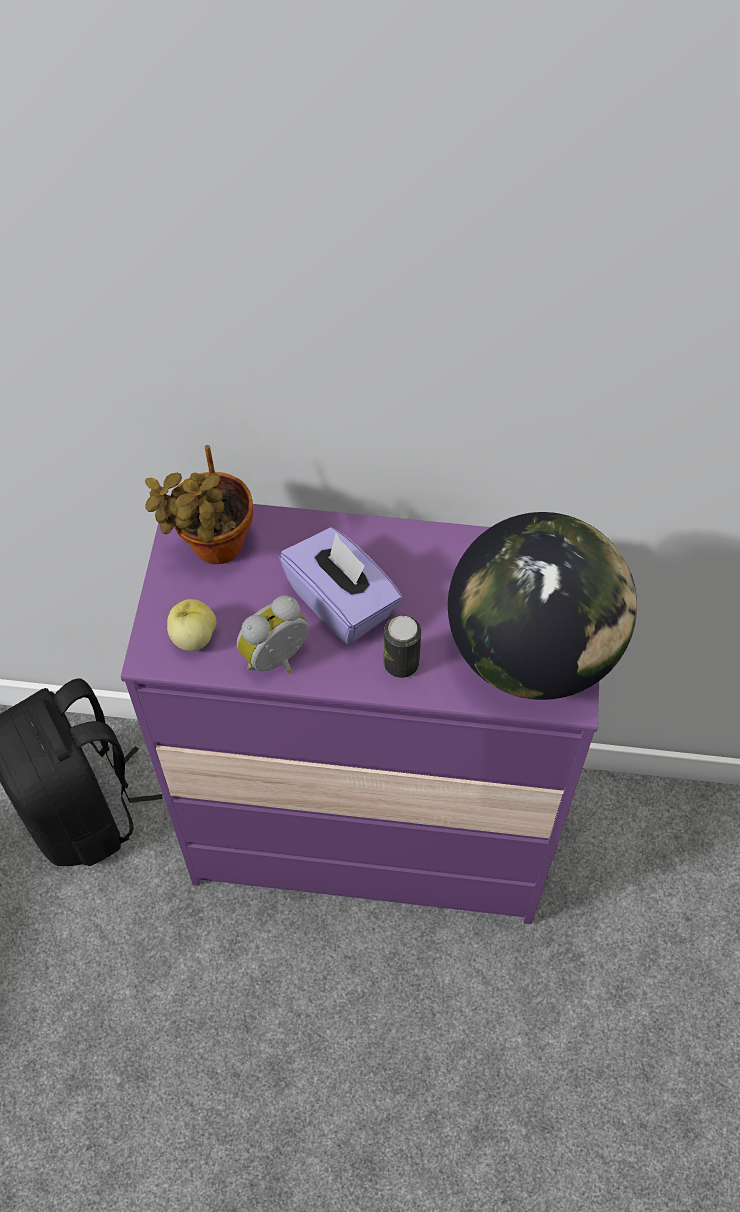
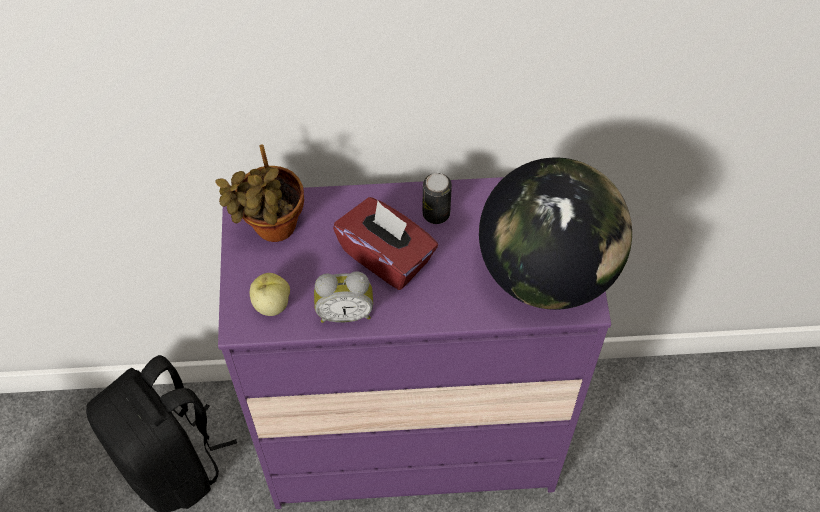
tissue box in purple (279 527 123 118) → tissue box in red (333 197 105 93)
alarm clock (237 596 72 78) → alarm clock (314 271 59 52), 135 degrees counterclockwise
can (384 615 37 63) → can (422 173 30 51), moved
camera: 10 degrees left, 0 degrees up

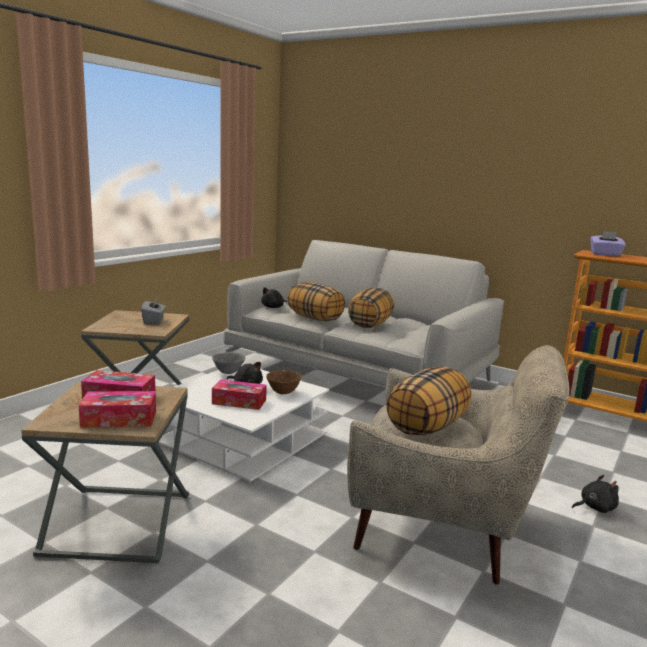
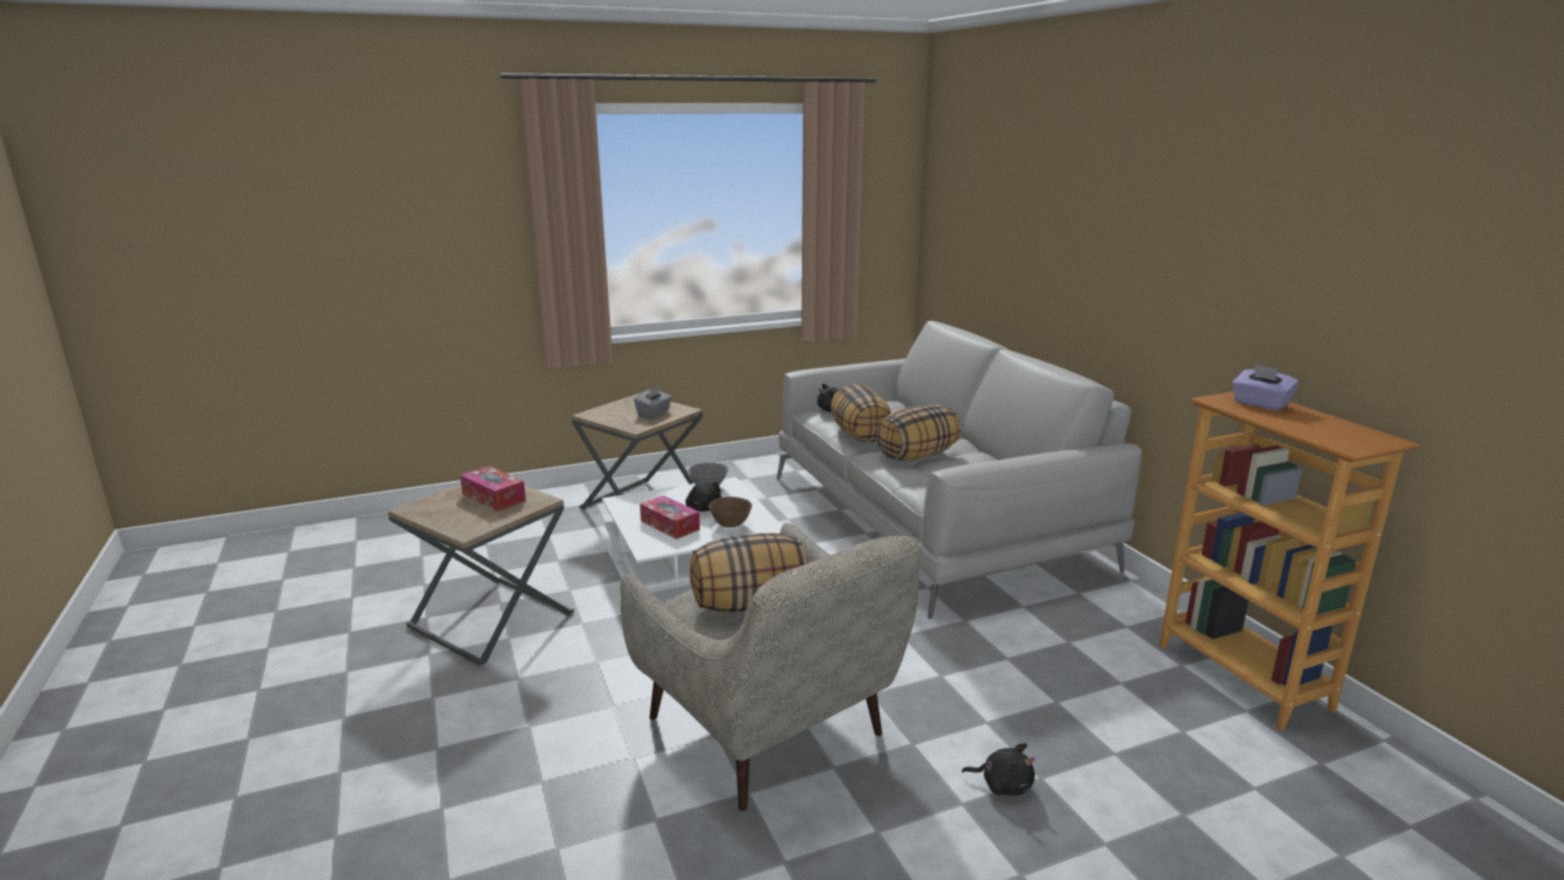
tissue box (78 391 78 37) → -
camera: 35 degrees right, 5 degrees up

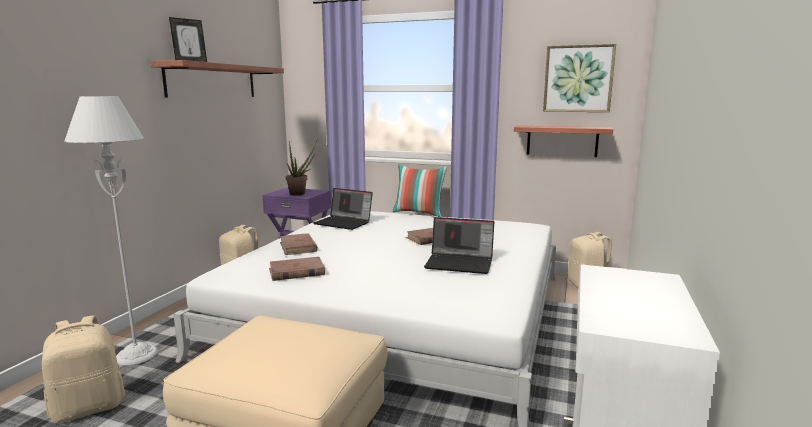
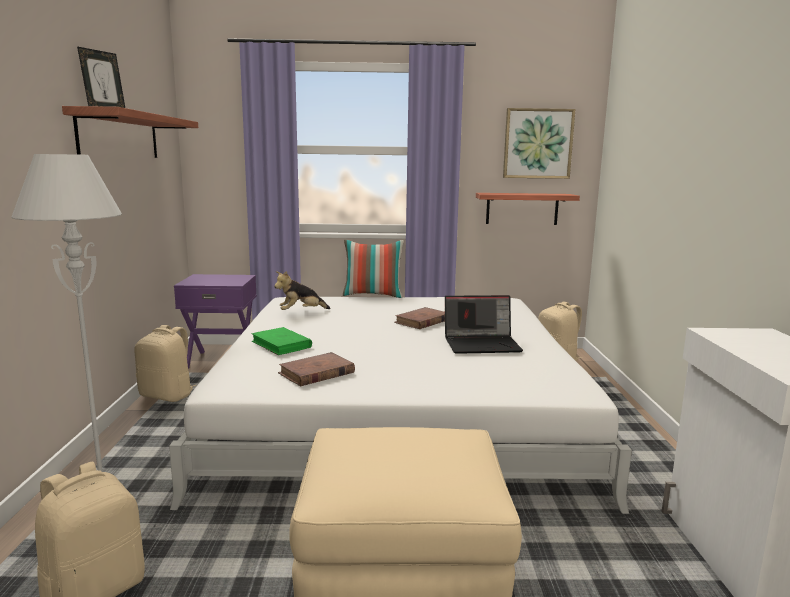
potted plant (286 137 32 59) → -
laptop (313 188 60 42) → plush toy (274 271 57 39)
book in brown (280 233 38 22) → book in green (251 327 61 28)
camera: 20 degrees left, 0 degrees up

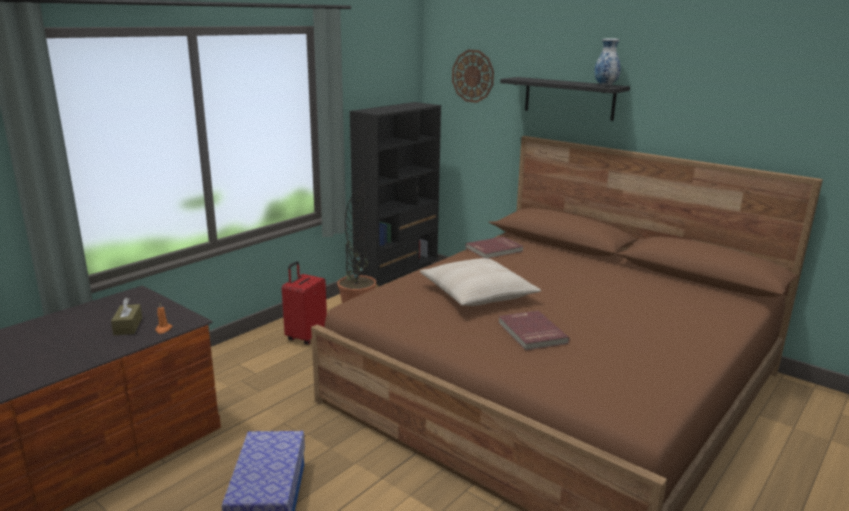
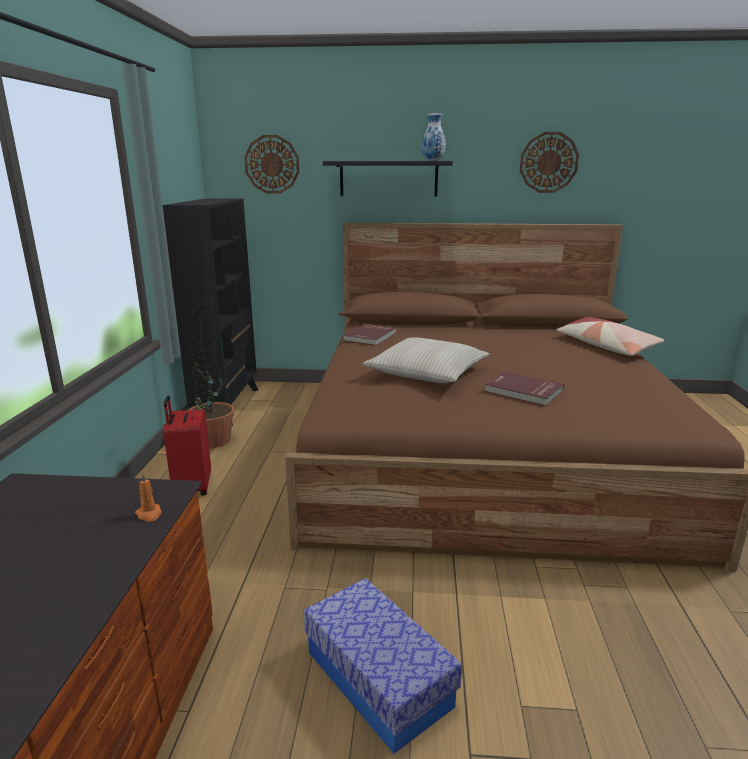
tissue box in brown (111 298 31 37) → -
- → wall clock (520 132 59 61)
- → pillow (557 317 107 39)
camera: 35 degrees left, 0 degrees up

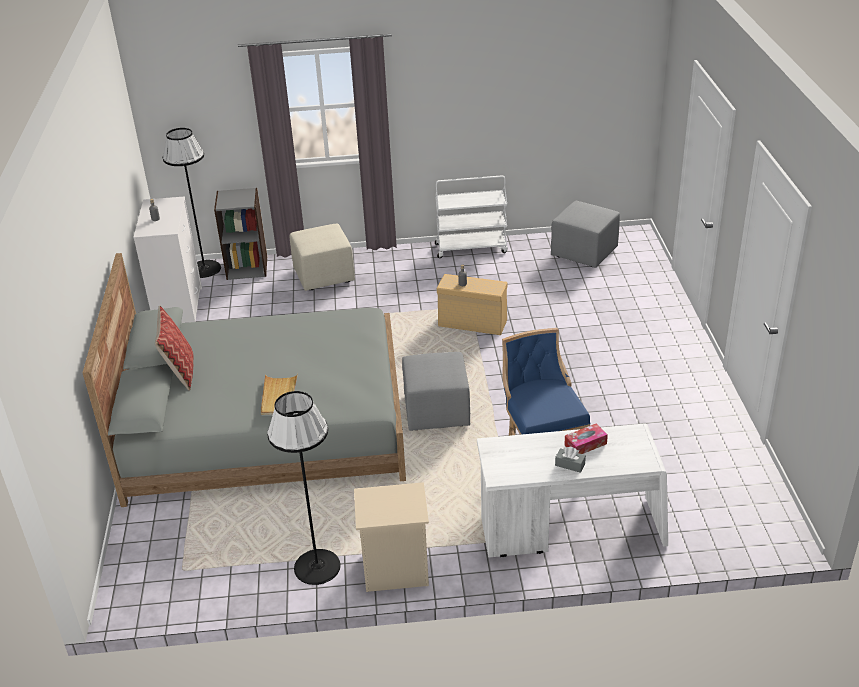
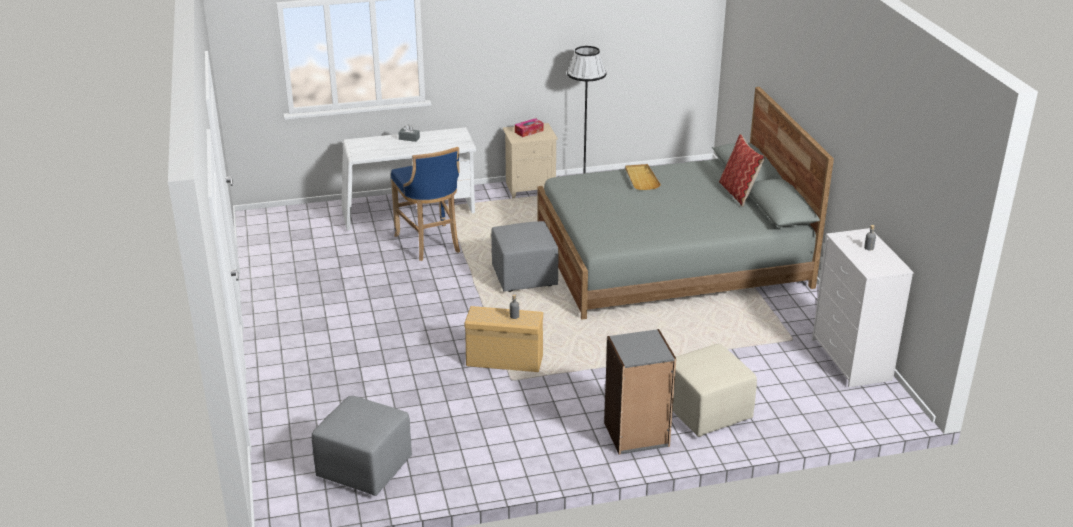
floor lamp in black (163 128 58 150) → -
cart in white (435 175 73 83) → -
bookcase in grey (214 188 53 92) → bookcase in grey (604 329 72 126), moved
tissue box (564 423 44 31) → tissue box (515 118 29 19), moved
camera: 170 degrees right, 5 degrees down

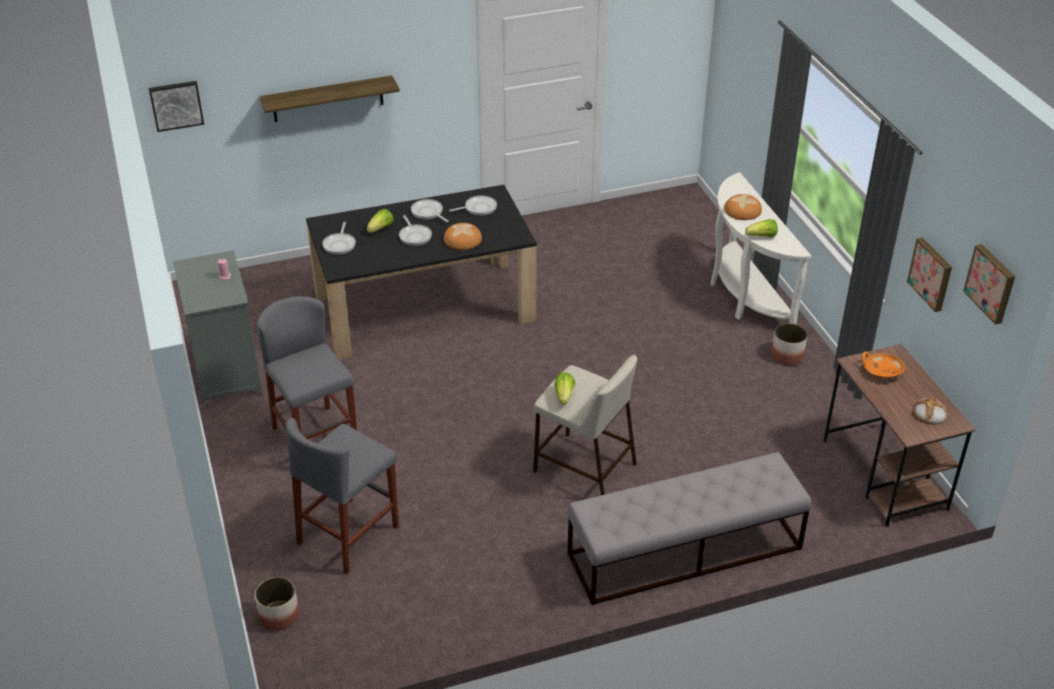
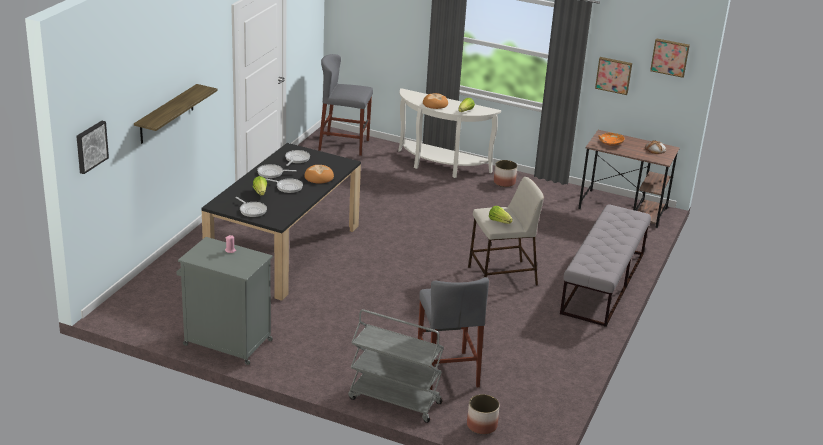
stool in grey (257 296 100 143) → stool in grey (318 54 55 102), moved
- → cart in grey (348 309 96 114)
camera: 50 degrees left, 10 degrees down

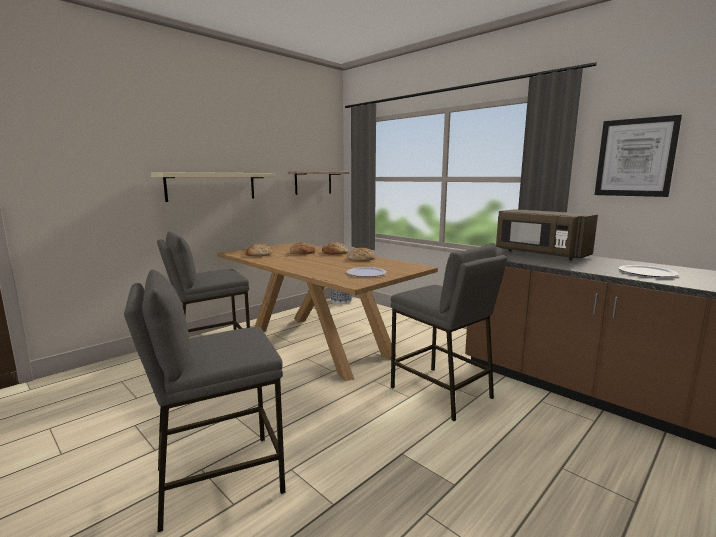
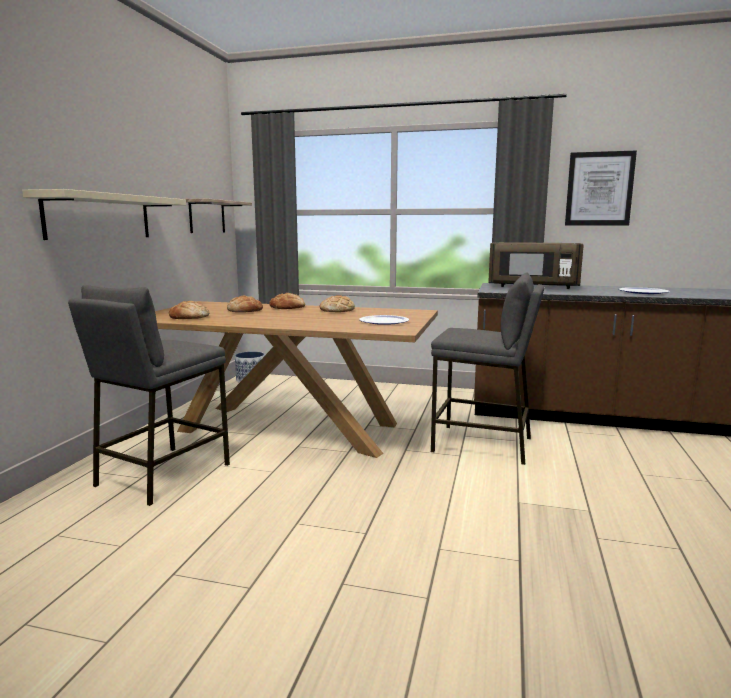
stool in grey (124 270 162 263) → -
camera: 30 degrees left, 0 degrees up

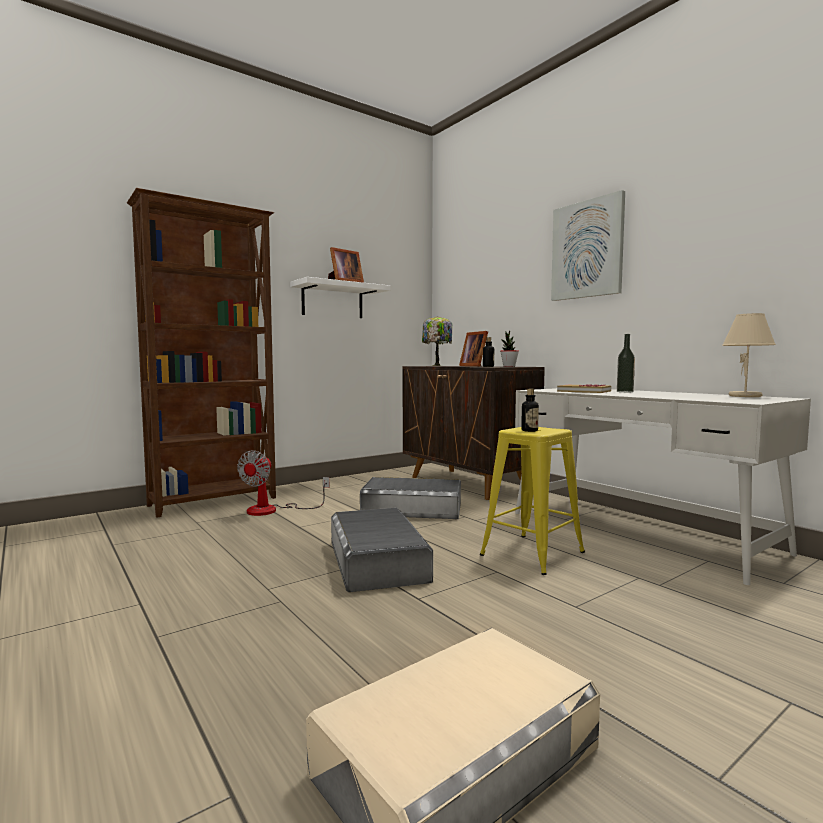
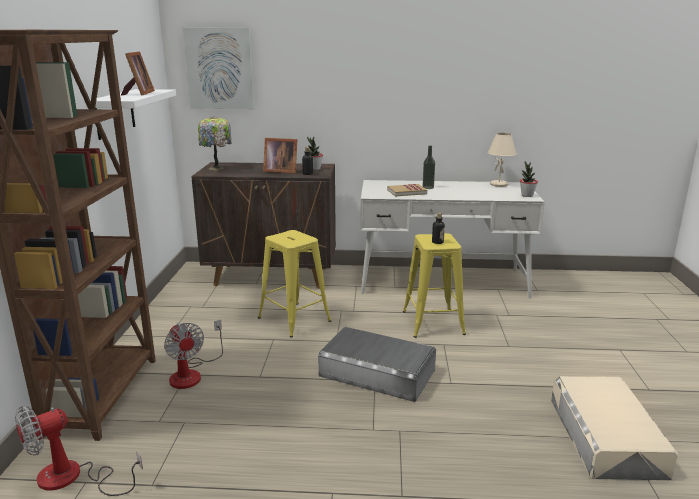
picture (551 190 74 111) → picture (183 27 71 82), moved
storage box in grey (360 477 101 42) → stool in yellow (258 230 73 108)
- → potted plant (520 161 18 36)
- → fan (15 406 128 90)
camera: 50 degrees left, 15 degrees up

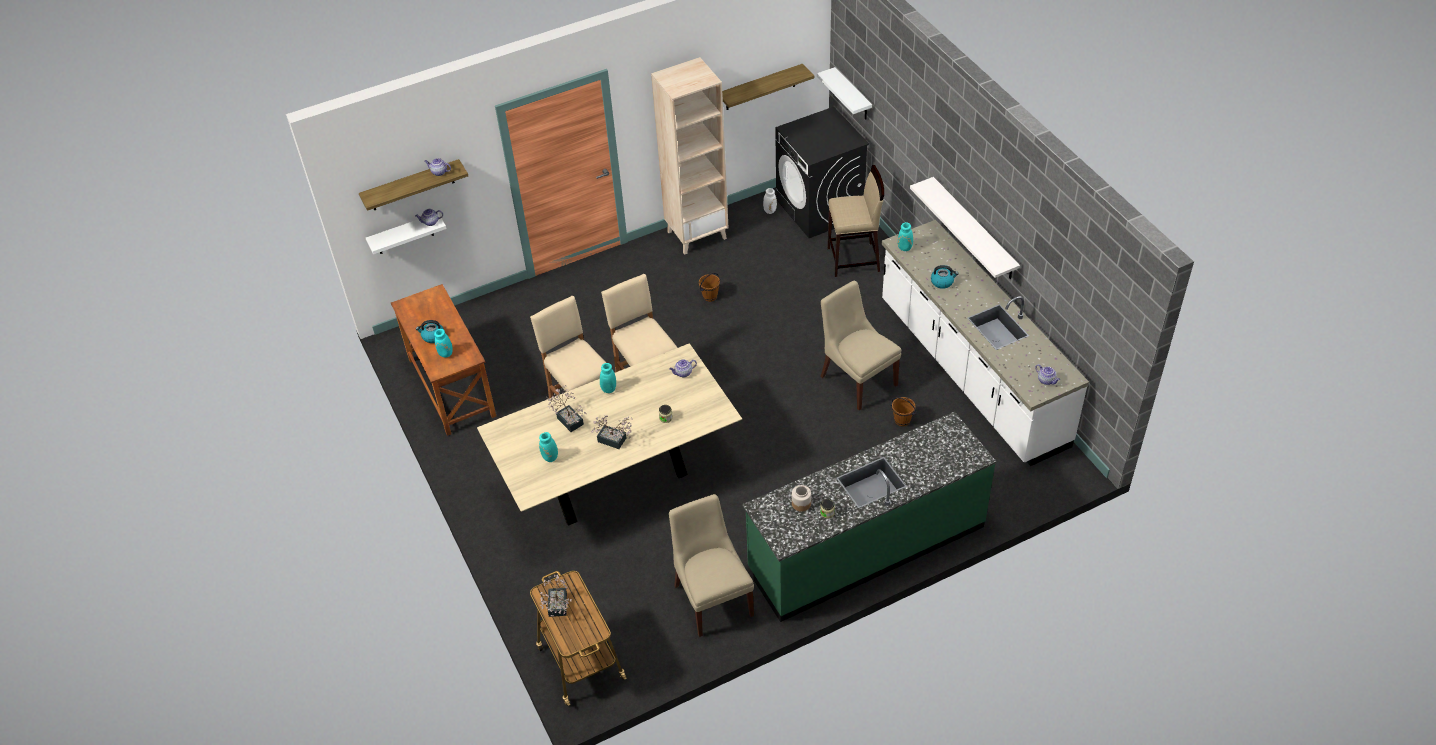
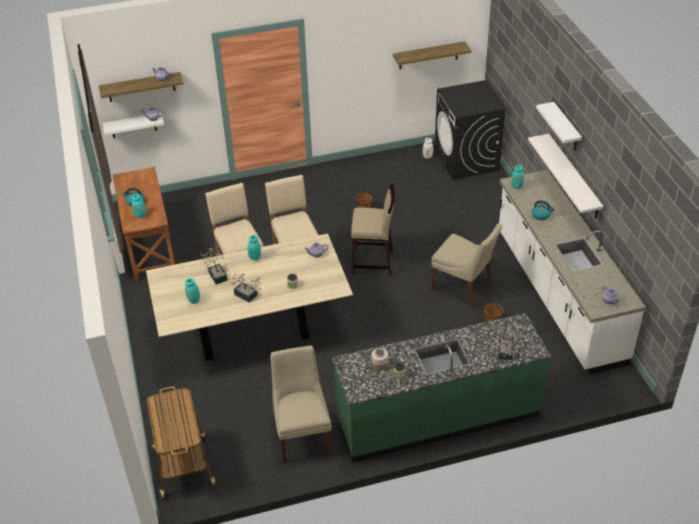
bookcase in beige (651 57 77 198) → -
shelf in white (817 67 55 52) → shelf in white (536 102 46 48), moved
stool in beige (827 165 57 112) → stool in beige (351 184 44 92), moved
chair in beige (820 281 81 130) → chair in beige (431 223 71 84), 150 degrees clockwise
potted plant (540 575 32 42) → potted plant (495 326 26 34), moved
camera: 10 degrees right, 5 degrees down

